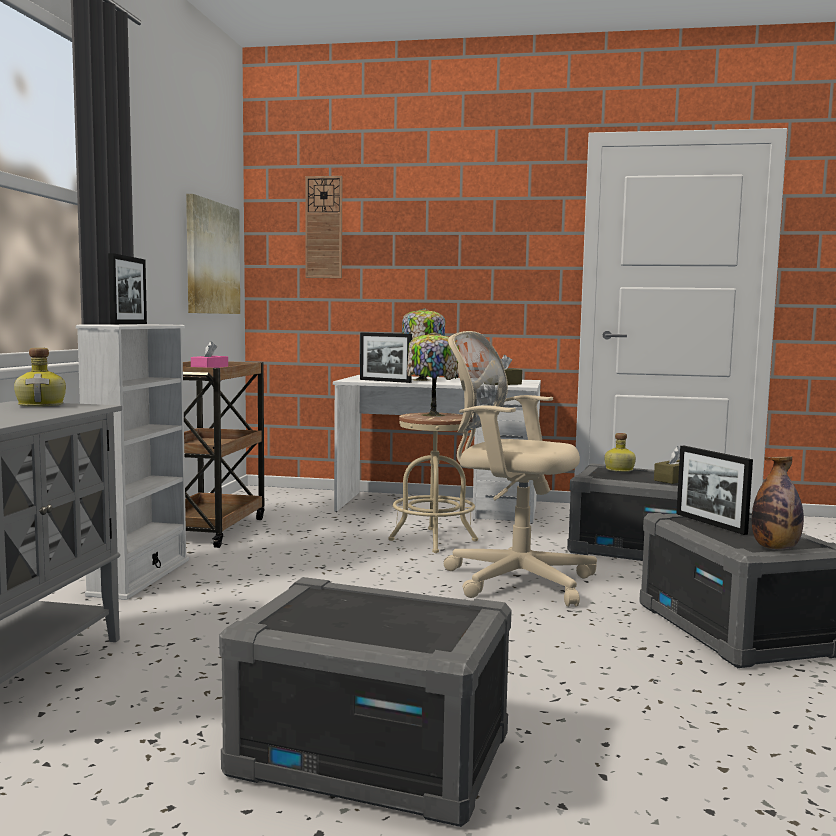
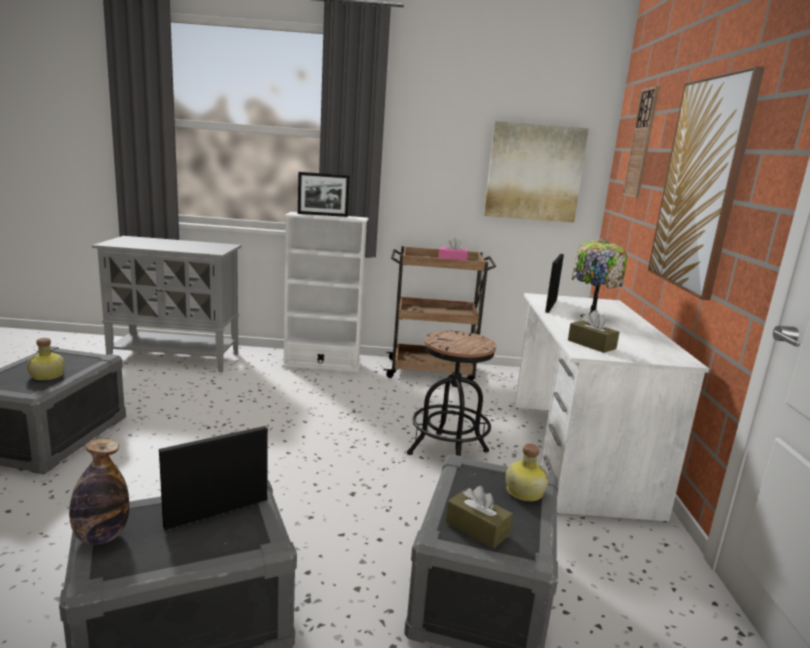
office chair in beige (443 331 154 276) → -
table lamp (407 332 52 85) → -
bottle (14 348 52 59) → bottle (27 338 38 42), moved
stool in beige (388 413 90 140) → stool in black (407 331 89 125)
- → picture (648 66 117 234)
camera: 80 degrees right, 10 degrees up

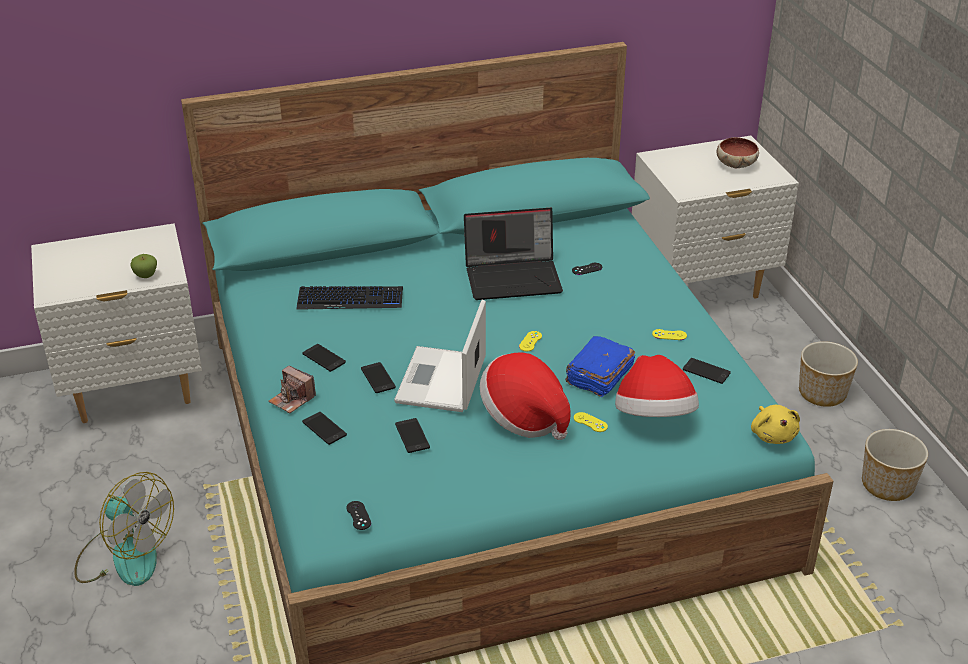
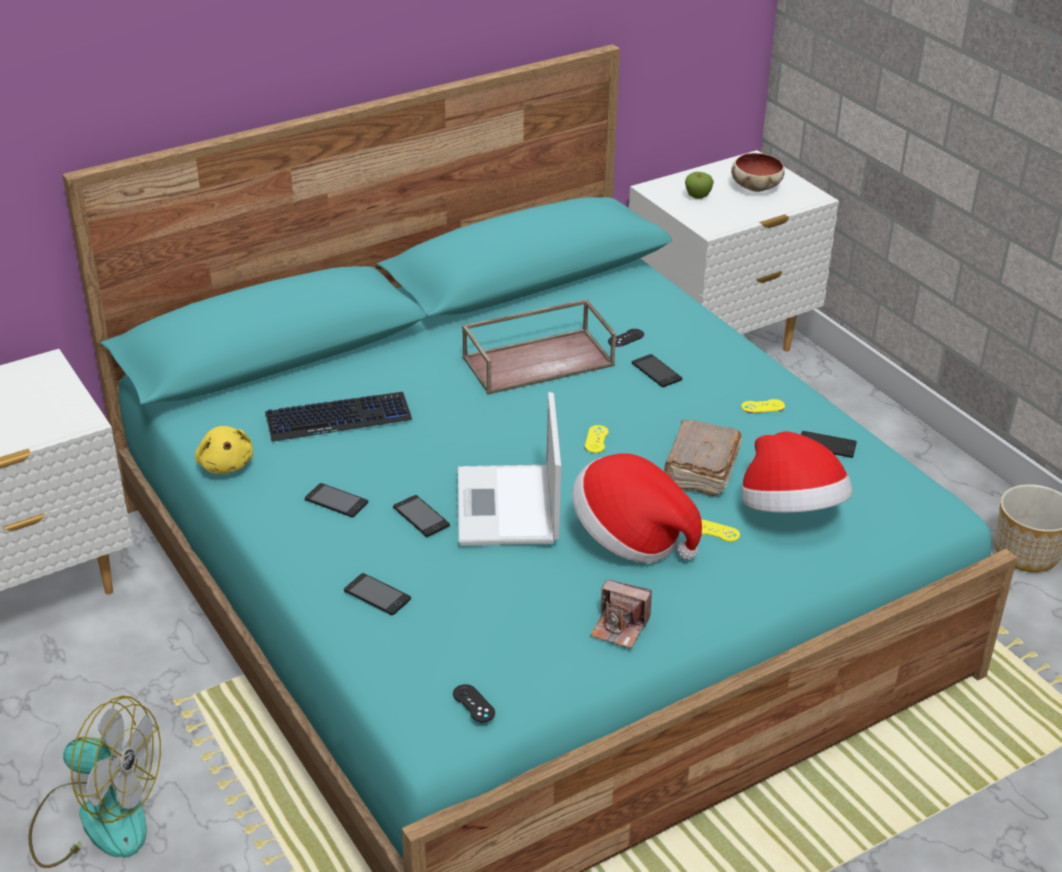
laptop (464 208 99 92) → tray in brown (462 299 154 95)
apple (130 254 27 24) → apple (685 172 29 27), moved
book in blue (565 336 70 61) → book in brown (664 420 78 77)
planter (799 341 59 66) → -
photo camera (268 366 48 47) → photo camera (590 580 62 69), moved
plush toy in yellow (751 405 49 39) → plush toy in yellow (195 426 58 48), moved
phone (395 418 35 35) → phone (632 354 50 33), moved
camera: 15 degrees left, 0 degrees up

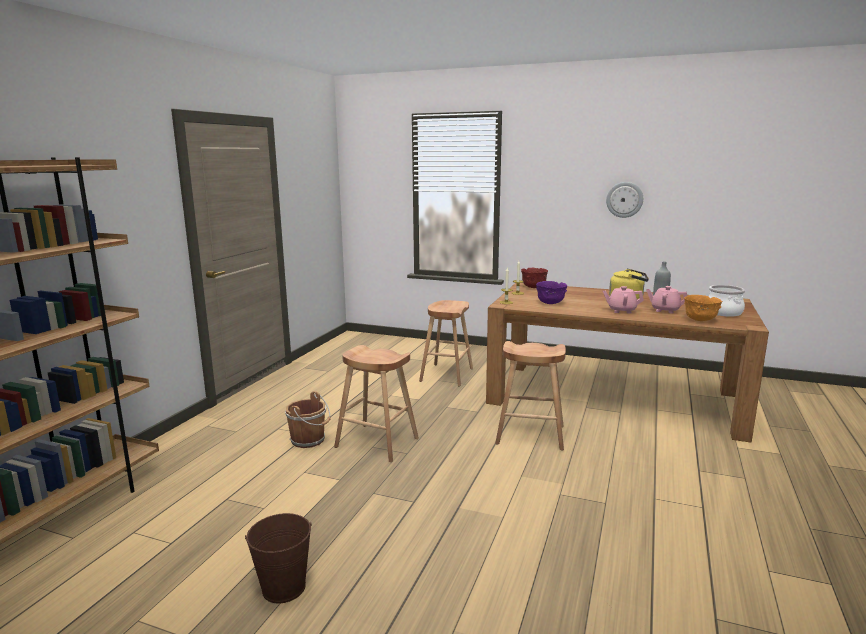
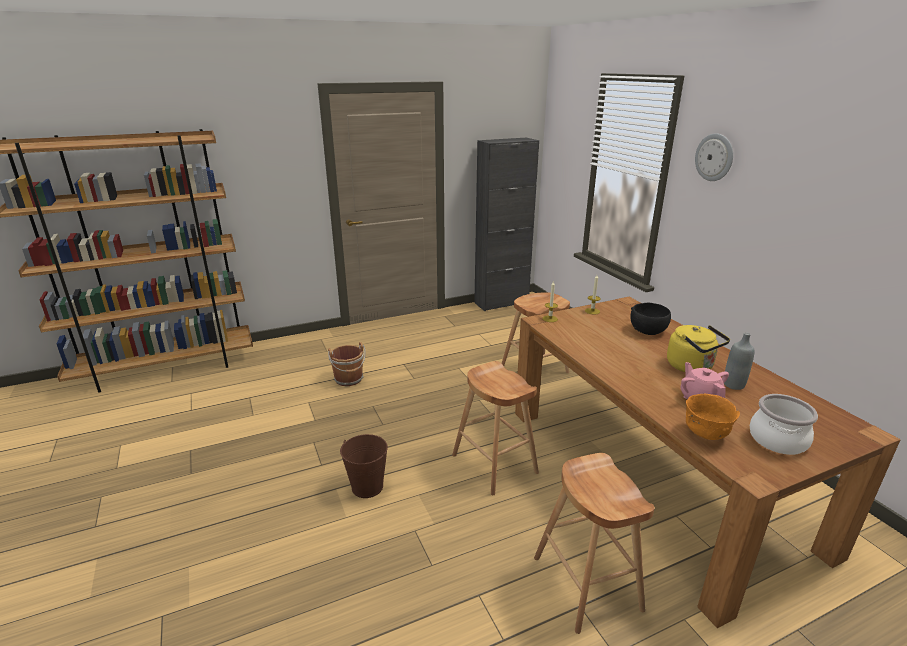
wall clock (606 182 37 36) → wall clock (695 133 38 48), moved
bowl in red (521 268 27 20) → -
bowl in purple (536 281 32 23) → -
teapot in pink (603 286 41 28) → -
stool in brown (334 345 85 117) → stool in brown (534 453 120 181), moved
bucket in brown (245 513 67 91) → bucket in brown (340 434 48 64), moved
- → cabinet in black (474 138 65 173)
- → bowl in black (631 303 40 32)
camera: 45 degrees right, 10 degrees up

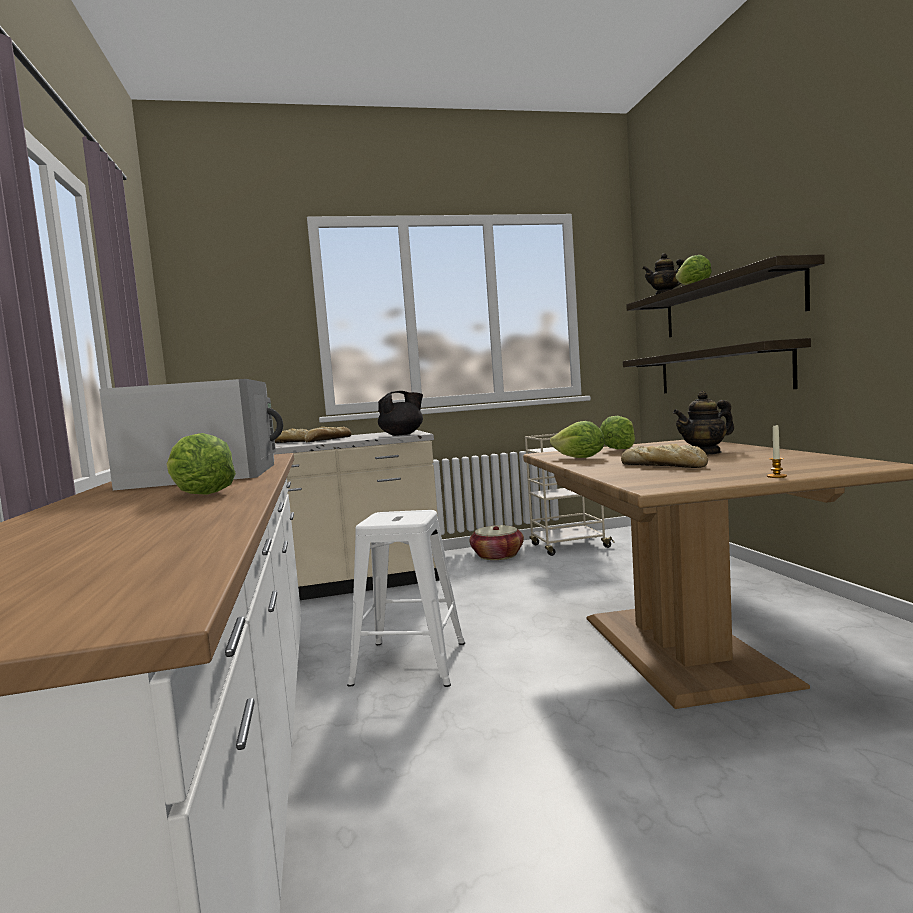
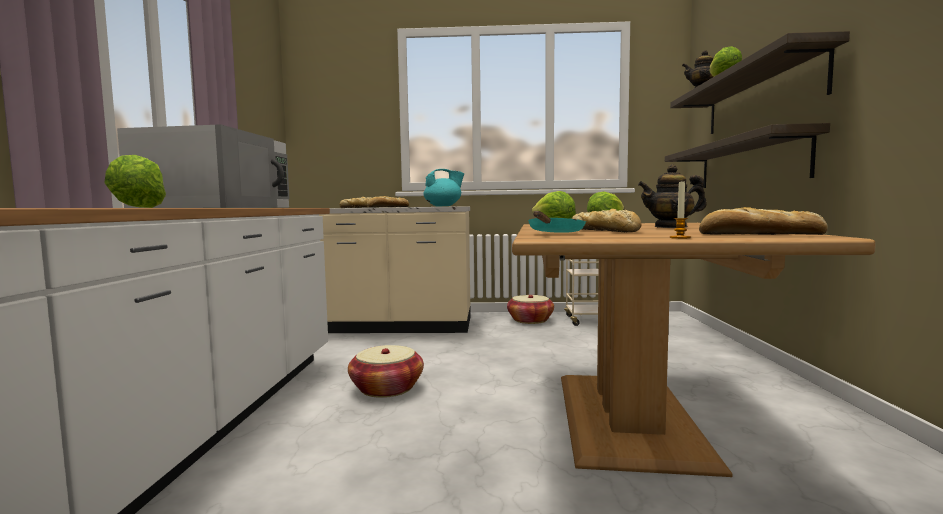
teapot in black (378 391 45 45) → teapot in turquoise (424 169 40 38)
stool in white (347 510 118 177) → basket (348 345 76 53)
- → bread (699 207 129 28)
- → frying pan in turquoise (528 211 58 22)
camera: 15 degrees right, 0 degrees up

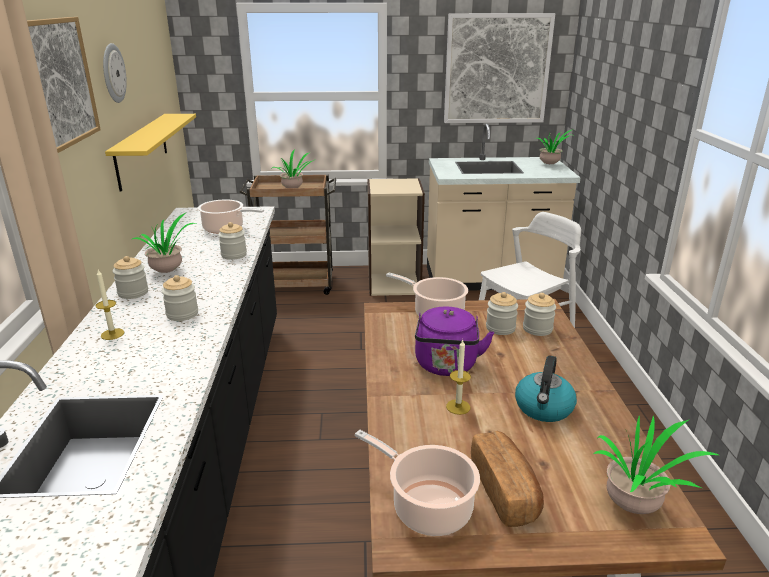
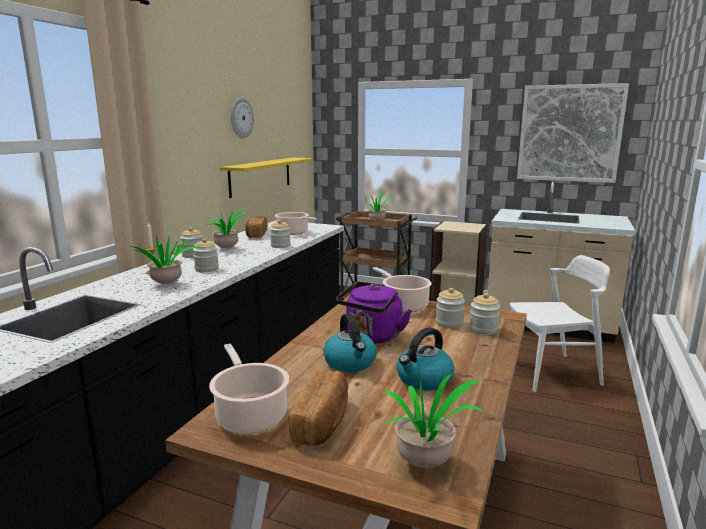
picture (27 17 74 136) → -
potted plant (538 130 34 34) → potted plant (131 236 70 48), moved
candle (446 340 25 75) → kettle (323 313 54 59)
- → bread (245 216 22 22)
camera: 25 degrees right, 10 degrees down

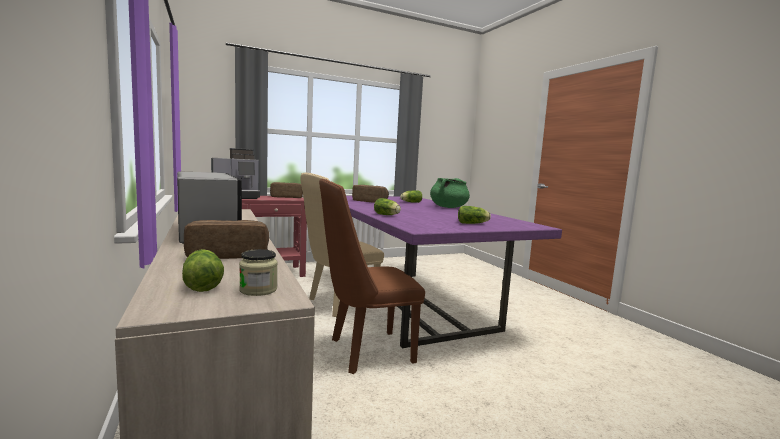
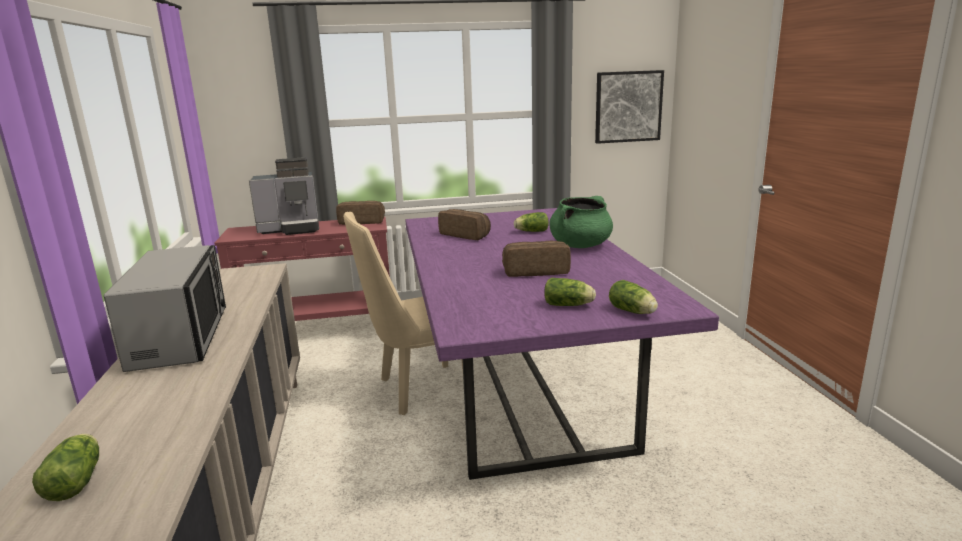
chair in brown (319 179 106 195) → -
lettuce (374 198 27 17) → lettuce (609 280 49 34), moved
bread (184 220 85 39) → bread (502 241 69 36), moved
jar (239 249 39 47) → -
- → picture (595 70 69 74)
camera: 15 degrees right, 10 degrees up

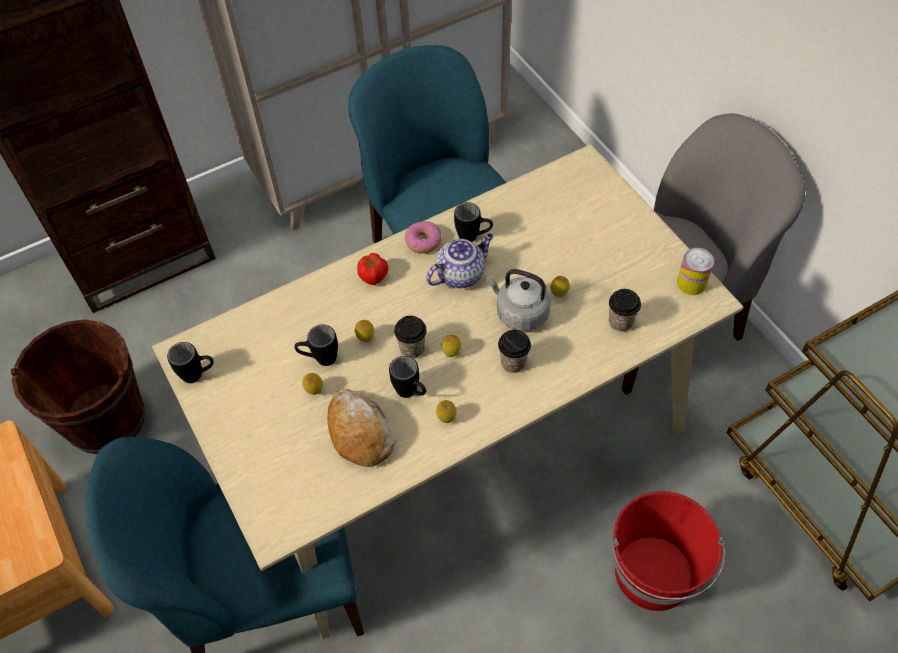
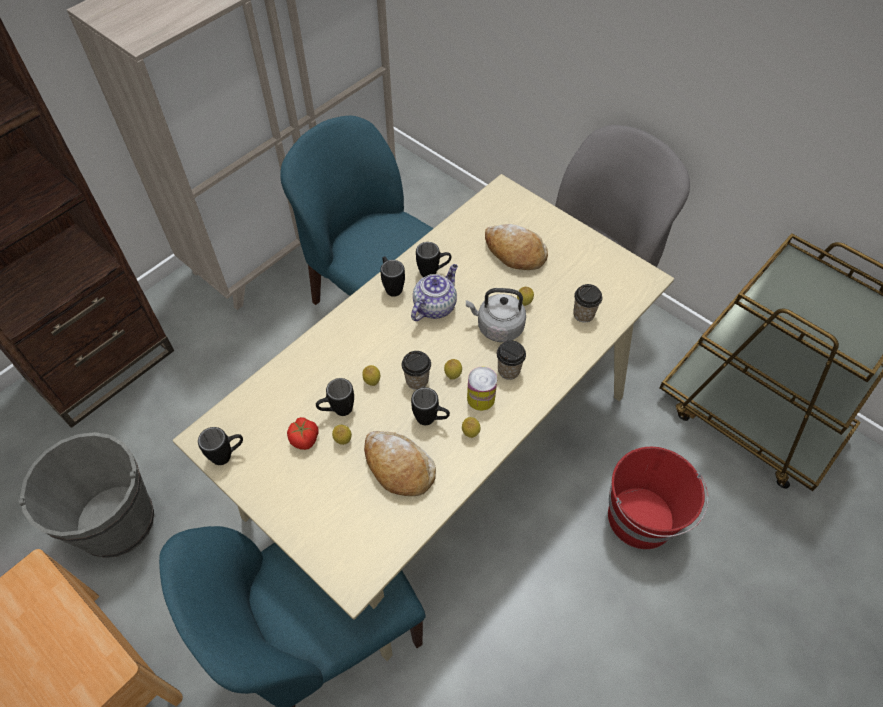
donut (405 221 37 33) → mug in black (380 256 25 41)
can (677 248 37 47) → can (467 367 30 44), moved
tomato (357 253 31 32) → tomato (287 417 32 33), moved
bucket in brown (11 319 134 135) → bucket in grey (19 432 135 126)
- → bread (485 224 63 46)
camera: 20 degrees left, 0 degrees up

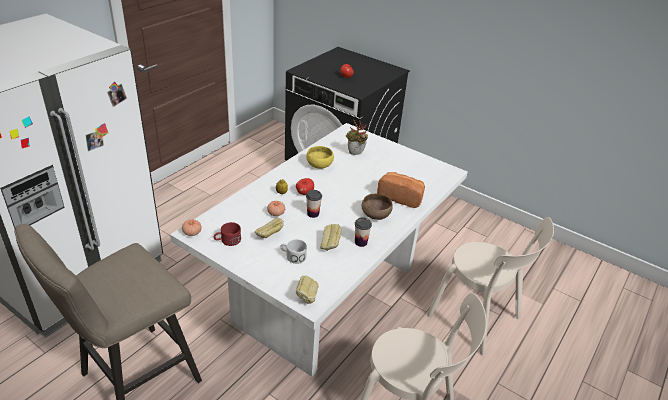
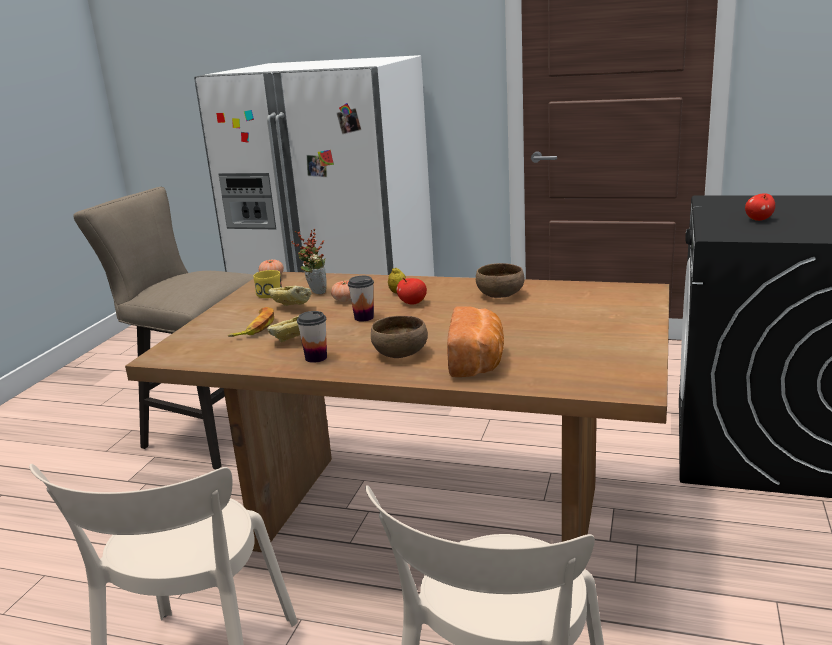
potted plant (346 120 22 35) → potted plant (291 229 36 65), moved
dining table in white (170 123 298 254) → dining table in brown (125 272 544 280)
bowl in yellow (306 146 28 23) → bowl in brown (476 263 49 35)
mug in red (214 222 27 24) → mug in yellow (253 270 29 28)
mug in white (281 239 26 25) → banana (228 307 46 30)
bread (296 276 23 28) → -
camera: 75 degrees right, 15 degrees down

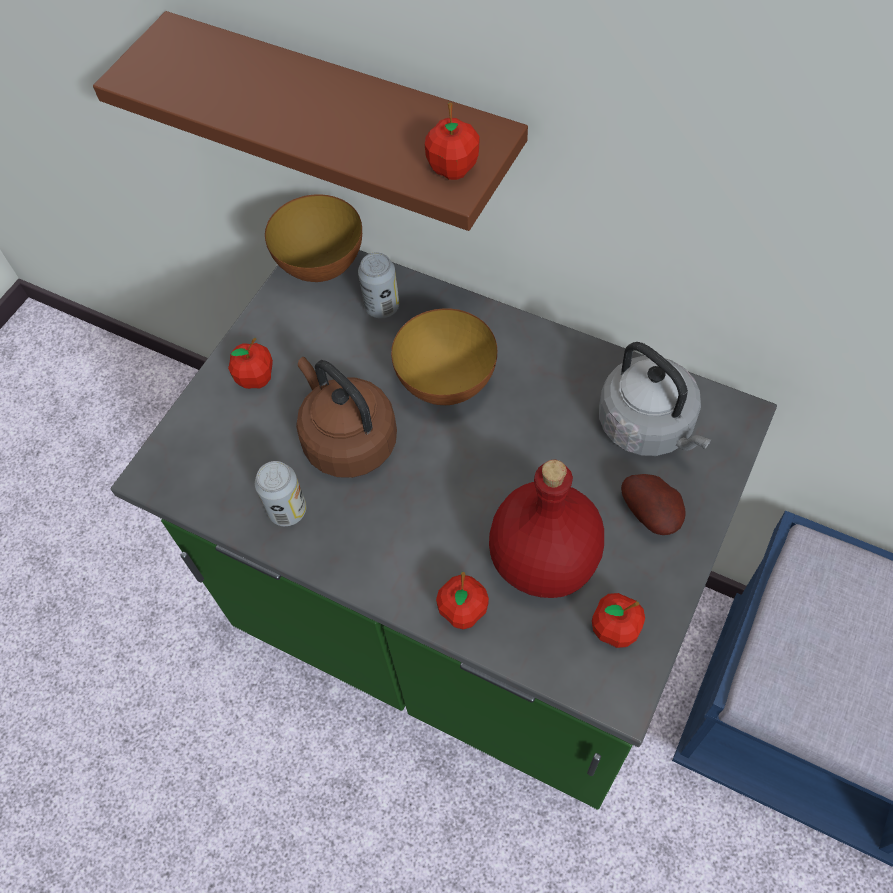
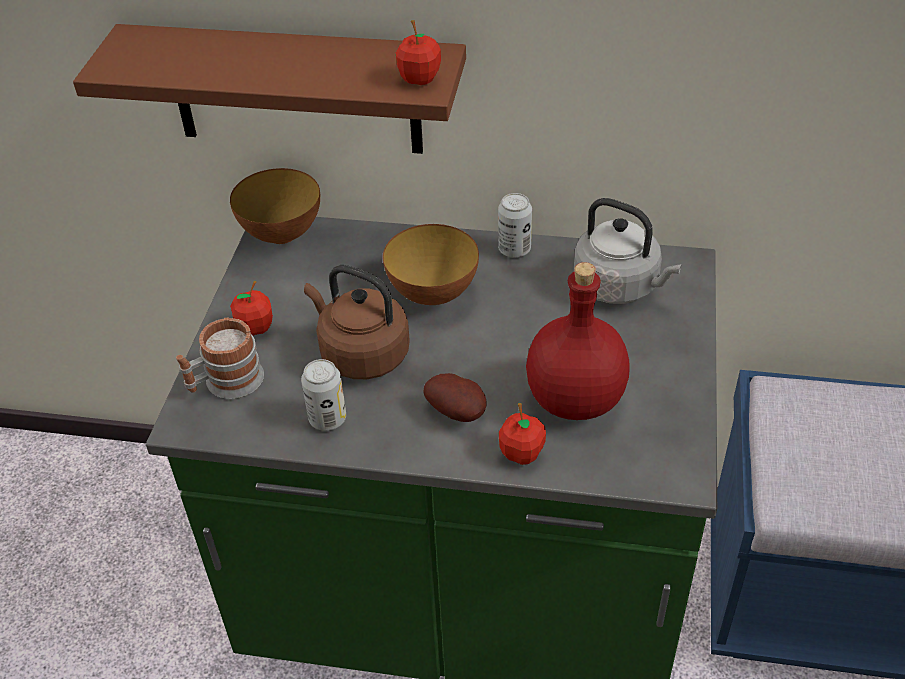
can (358 252 41 66) → can (498 193 34 65), moved
potato (621 474 65 61) → potato (424 373 62 49), moved
apple (592 593 53 55) → -
- → mug (176 318 88 81)
camera: 20 degrees left, 15 degrees down

